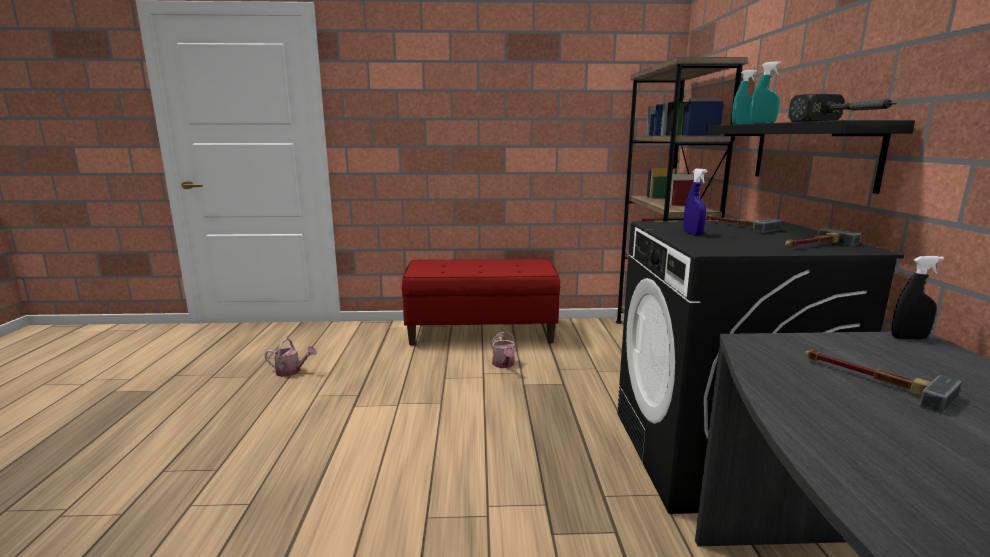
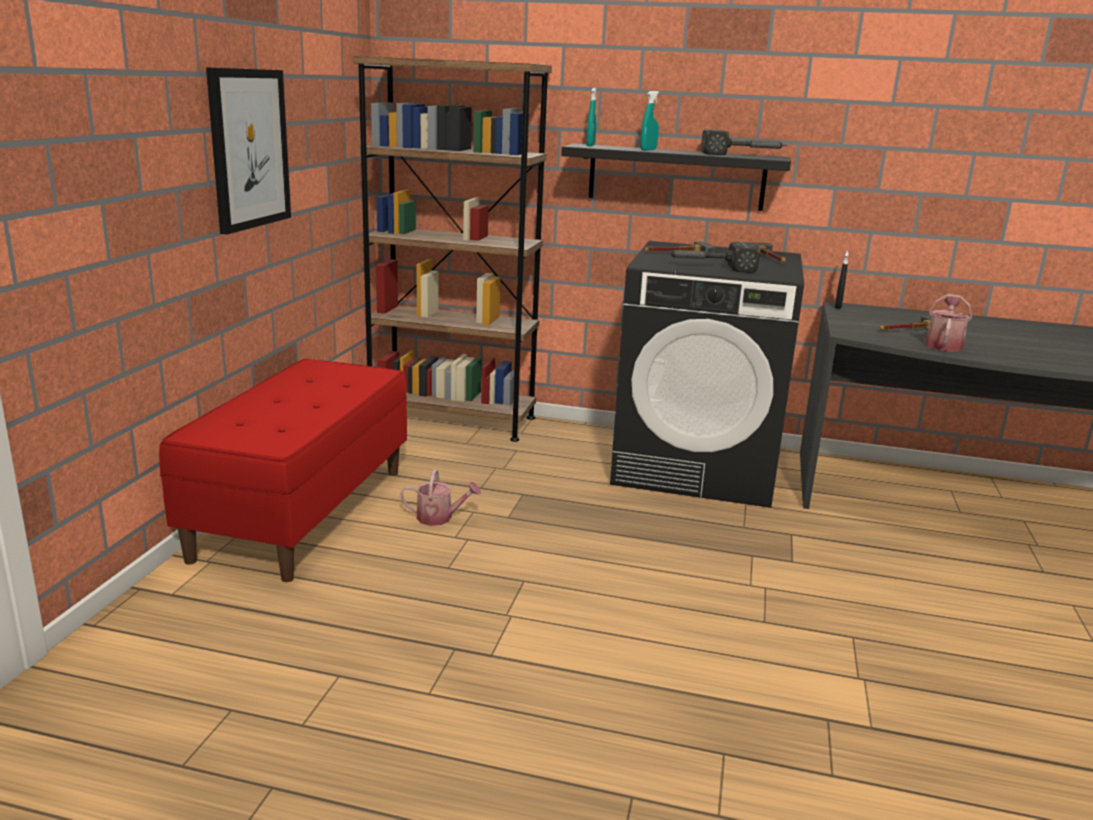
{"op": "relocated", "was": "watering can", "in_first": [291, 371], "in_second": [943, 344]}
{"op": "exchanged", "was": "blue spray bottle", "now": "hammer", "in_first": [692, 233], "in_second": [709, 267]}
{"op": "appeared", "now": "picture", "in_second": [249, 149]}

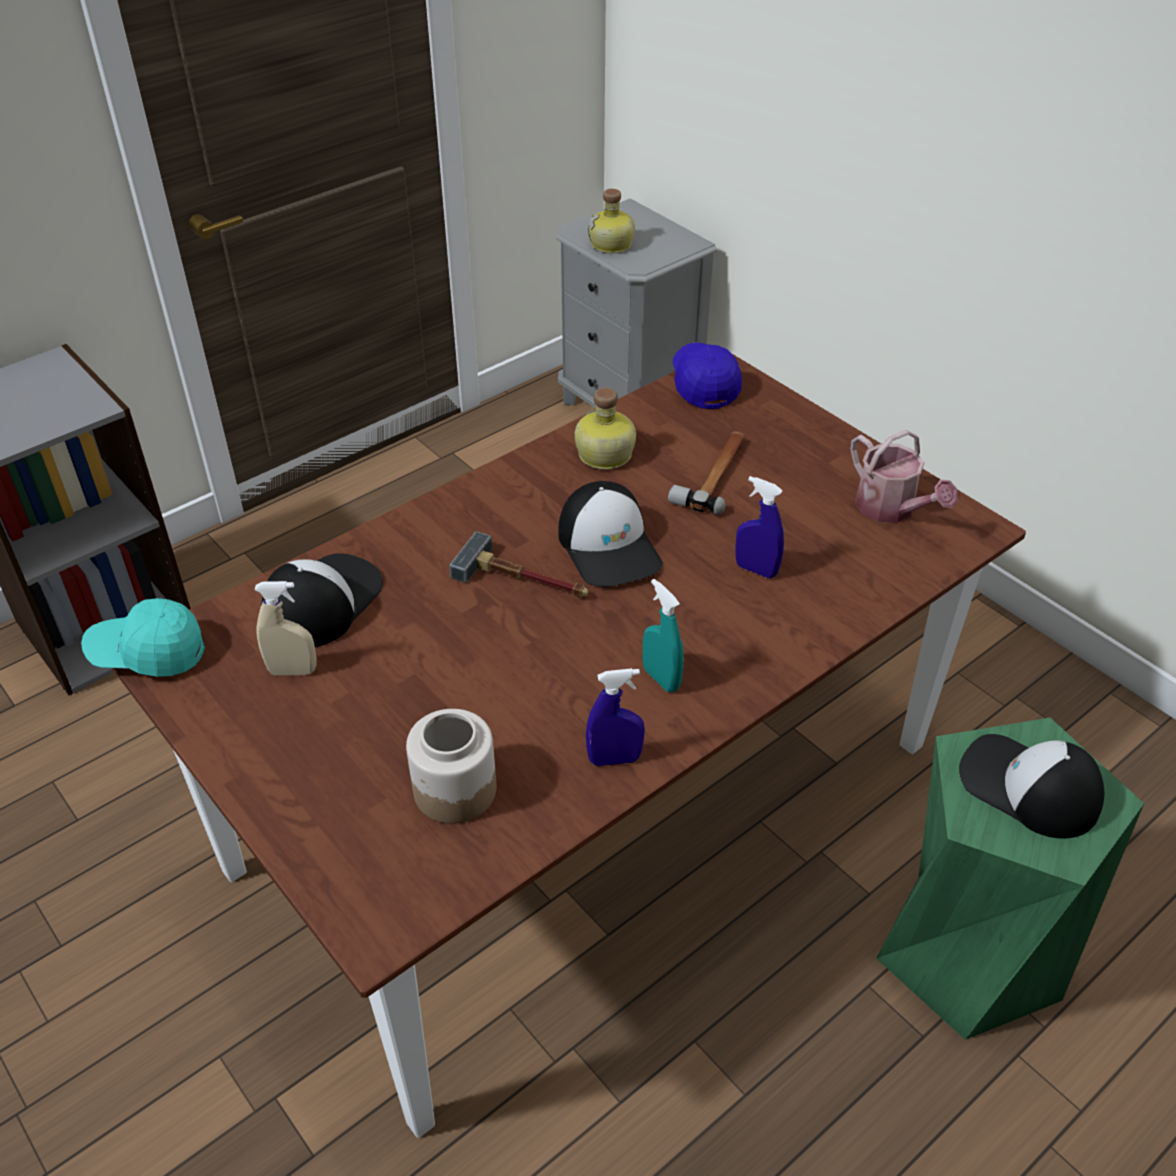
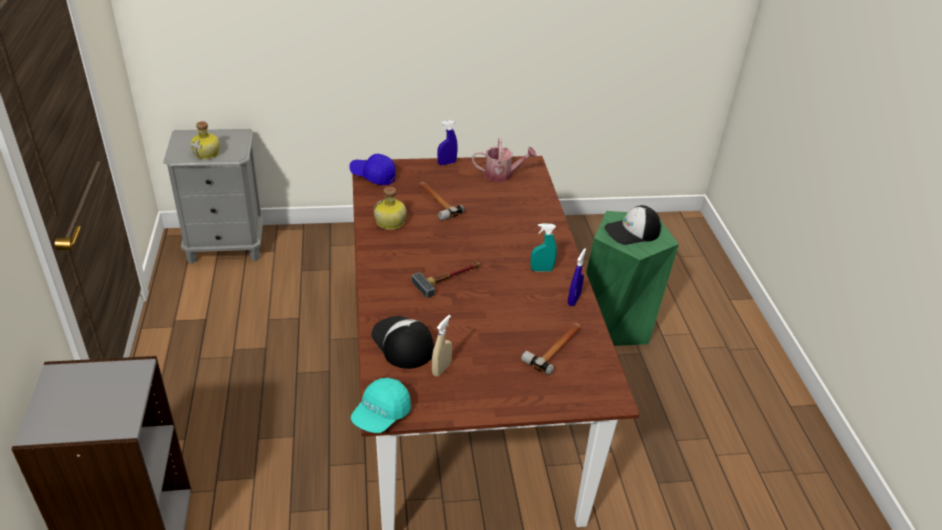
{"op": "exchanged", "was": "jar", "now": "hammer", "in_first": [454, 789], "in_second": [555, 348]}
{"op": "missing", "was": "cap", "in_first": [610, 546]}
{"op": "relocated", "was": "blue spray bottle", "in_first": [756, 570], "in_second": [446, 163]}

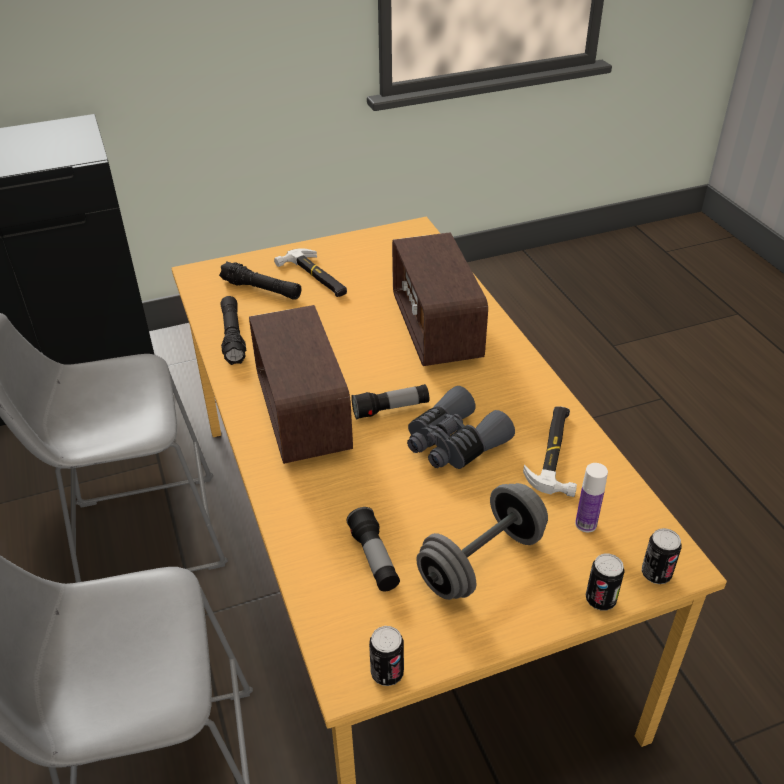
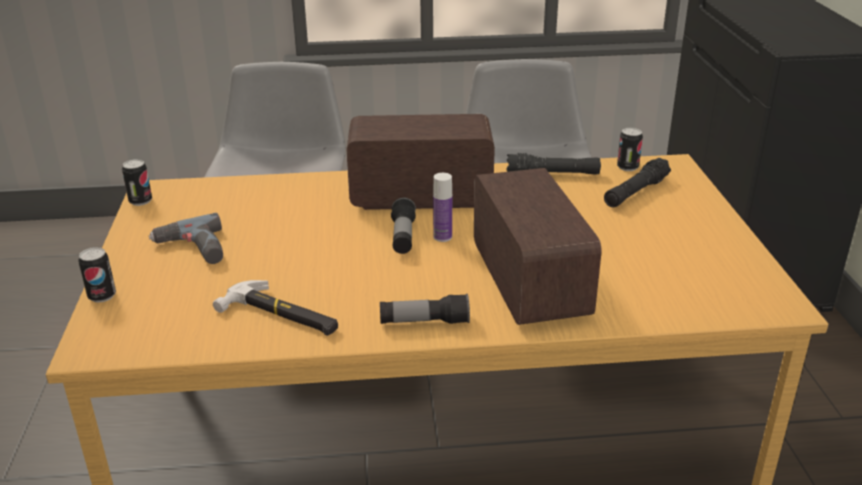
{"op": "missing", "was": "hammer", "in_first": [315, 277]}
{"op": "relocated", "was": "flashlight", "in_first": [374, 558], "in_second": [424, 322]}
{"op": "spun", "was": "radio", "in_first": [436, 329], "in_second": [528, 282], "clockwise": 75}
{"op": "missing", "was": "grey binoculars", "in_first": [454, 443]}
{"op": "exchanged", "was": "grey dumbbell", "now": "power drill", "in_first": [481, 561], "in_second": [192, 250]}
{"op": "relocated", "was": "bottle", "in_first": [586, 524], "in_second": [442, 237]}
{"op": "relocated", "was": "can", "in_first": [656, 574], "in_second": [627, 167]}

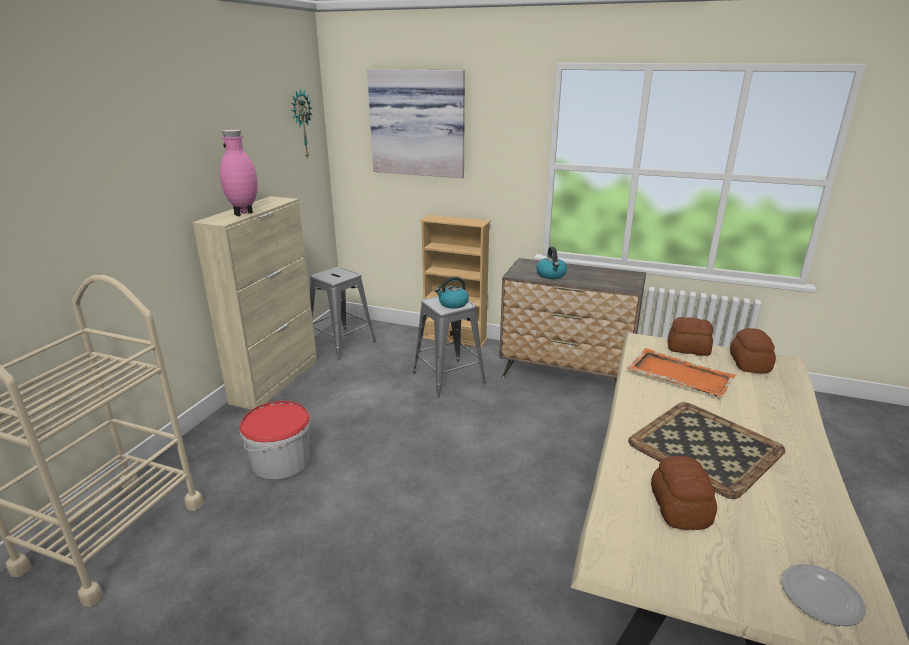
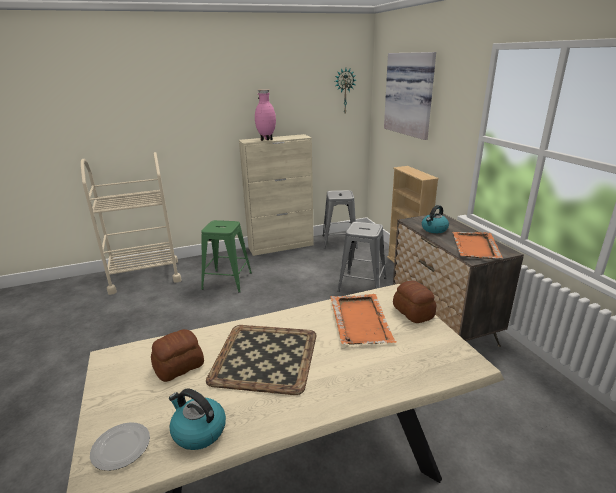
{"op": "exchanged", "was": "bucket", "now": "green stool", "in_first": [281, 460], "in_second": [227, 281]}
{"op": "relocated", "was": "kettle", "in_first": [453, 304], "in_second": [198, 431]}
{"op": "missing", "was": "bread", "in_first": [750, 363]}
{"op": "appeared", "now": "orange tray", "in_second": [475, 247]}

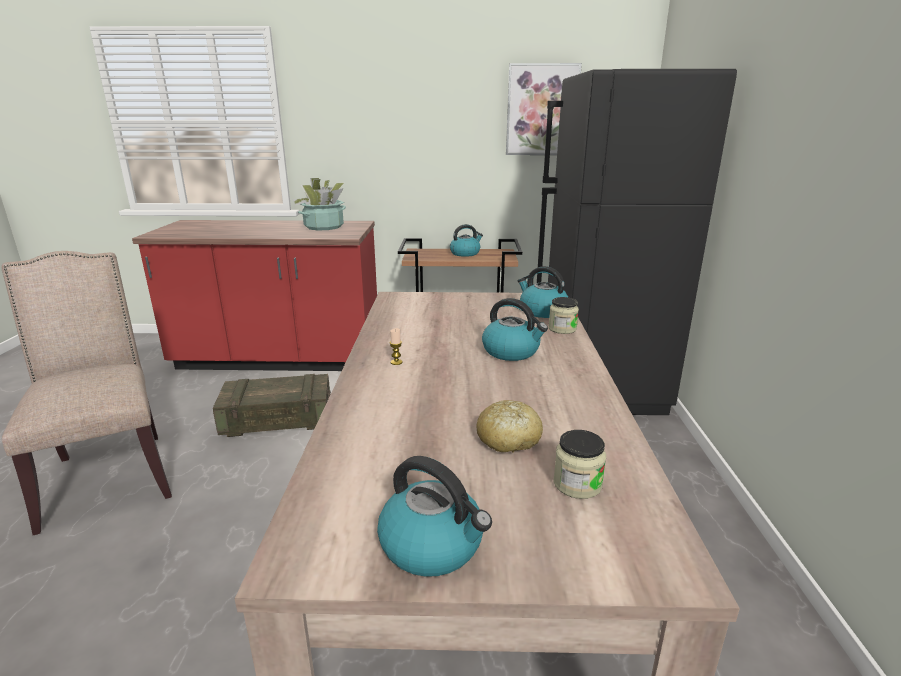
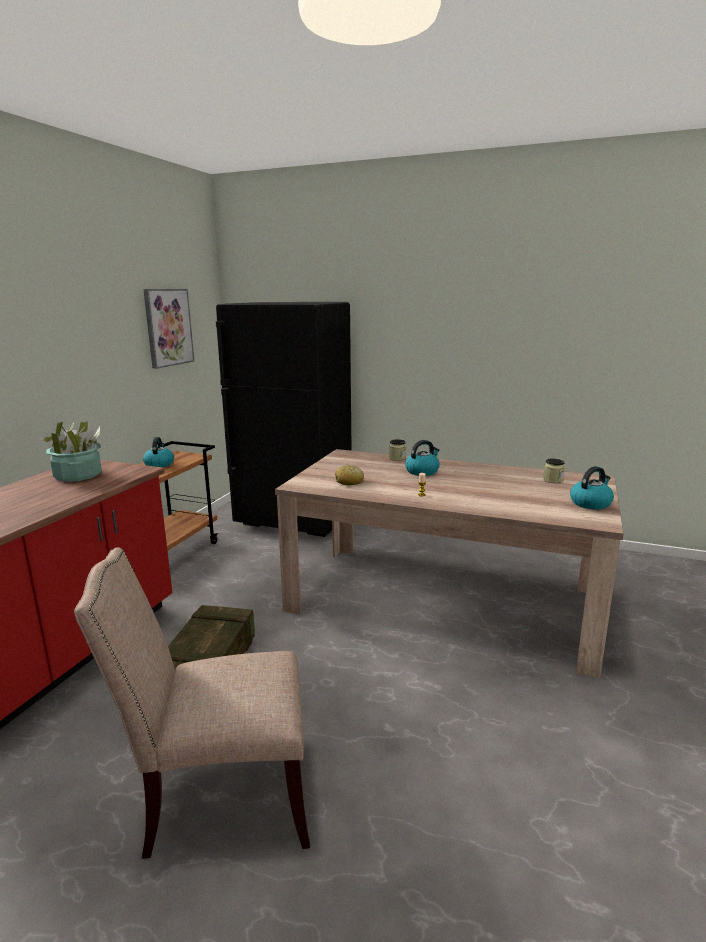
{"op": "relocated", "was": "bread", "in_first": [508, 438], "in_second": [349, 482]}
{"op": "missing", "was": "kettle", "in_first": [542, 311]}

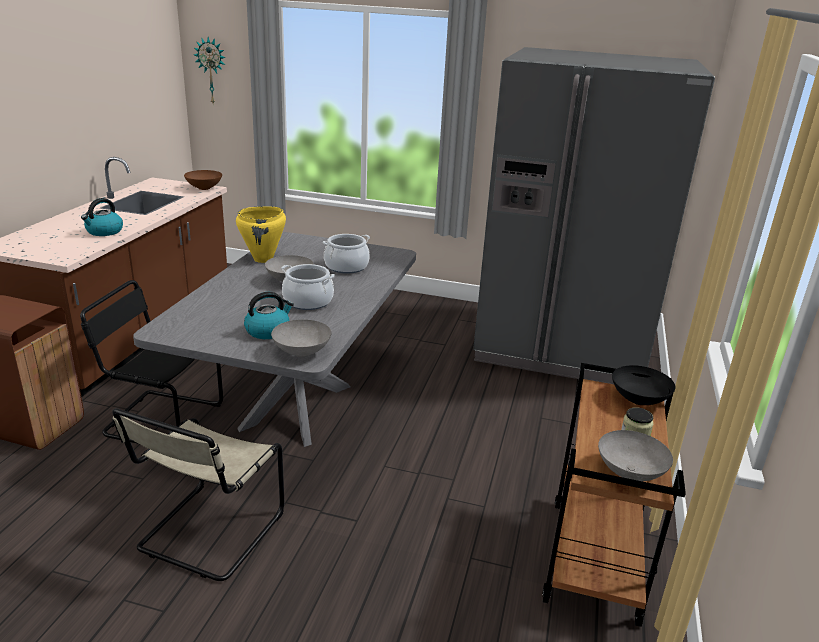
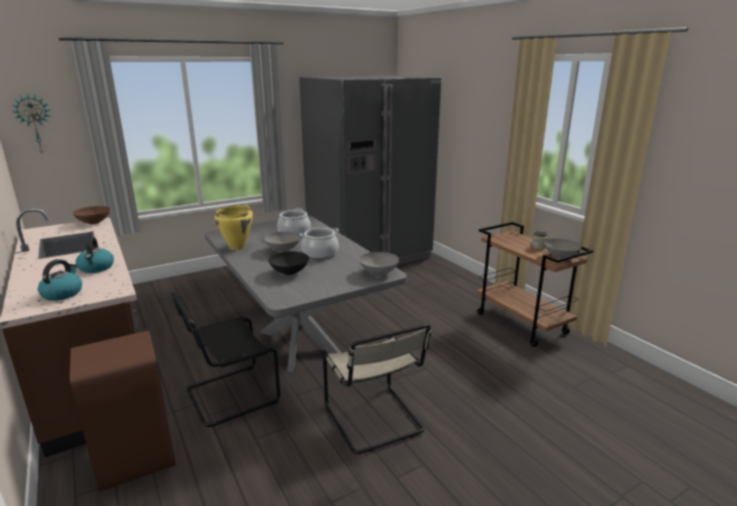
{"op": "relocated", "was": "kettle", "in_first": [268, 331], "in_second": [63, 293]}
{"op": "relocated", "was": "black bowl", "in_first": [639, 400], "in_second": [290, 272]}

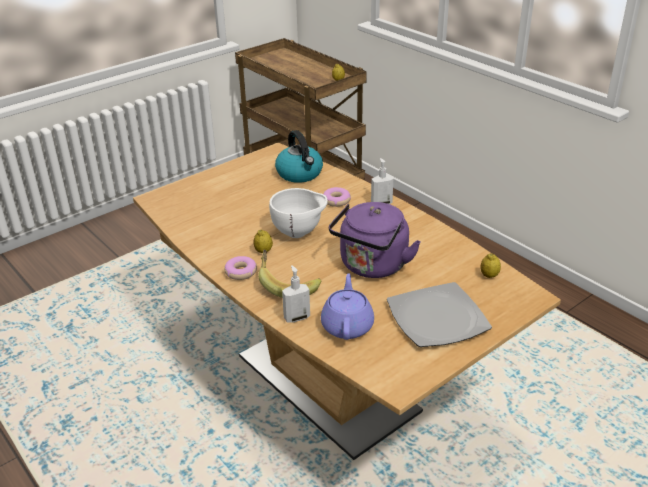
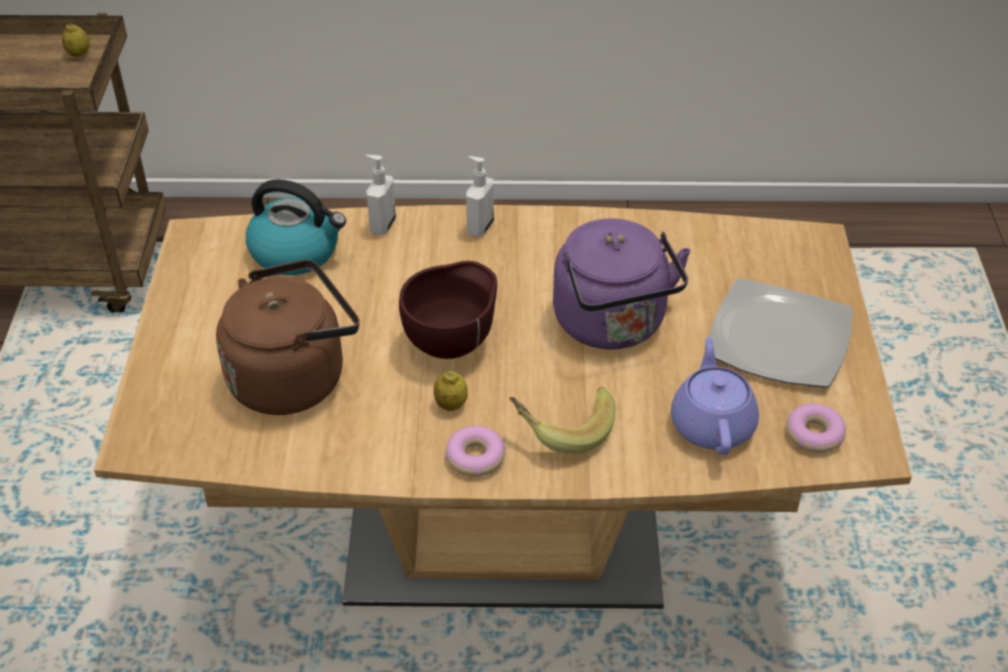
{"op": "colour", "was": "white bowl", "now": "brown bowl", "in_first": [299, 233], "in_second": [452, 344]}
{"op": "relocated", "was": "soap dispenser", "in_first": [296, 317], "in_second": [382, 225]}
{"op": "spun", "was": "purple teapot", "in_first": [347, 325], "in_second": [712, 424], "clockwise": 45}
{"op": "relocated", "was": "donut", "in_first": [336, 201], "in_second": [814, 434]}
{"op": "missing", "was": "lemon", "in_first": [489, 275]}
{"op": "appeared", "now": "brown kettle", "in_second": [293, 377]}

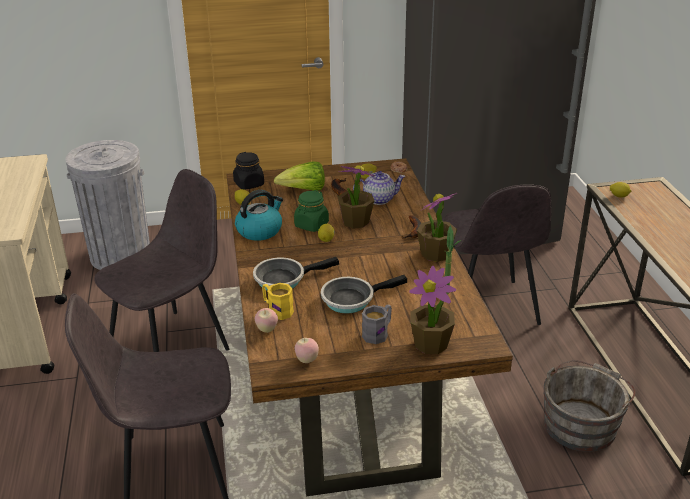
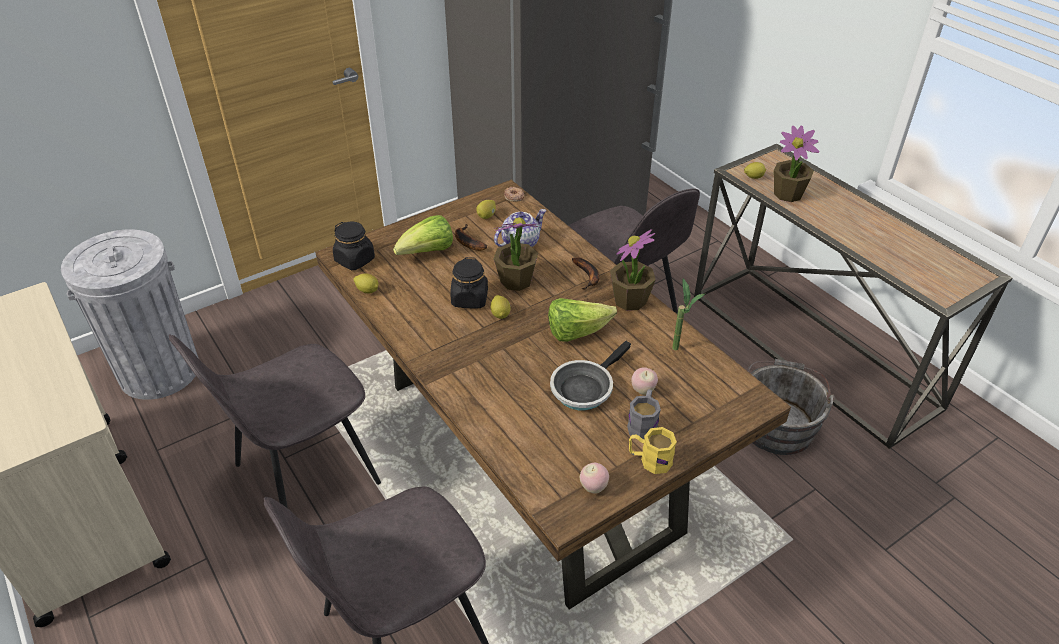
{"op": "spun", "was": "grey chair", "in_first": [172, 347], "in_second": [303, 476], "clockwise": -150}
{"op": "missing", "was": "kettle", "in_first": [260, 230]}
{"op": "missing", "was": "frying pan", "in_first": [283, 279]}
{"op": "relocated", "was": "apple", "in_first": [267, 329], "in_second": [643, 390]}
{"op": "relocated", "was": "yellow mug", "in_first": [277, 310], "in_second": [649, 460]}
{"op": "colour", "was": "green jar", "now": "black jar", "in_first": [311, 225], "in_second": [470, 299]}
{"op": "relocated", "was": "potted plant", "in_first": [431, 344], "in_second": [788, 194]}
{"op": "appeared", "now": "lettuce", "in_second": [576, 332]}

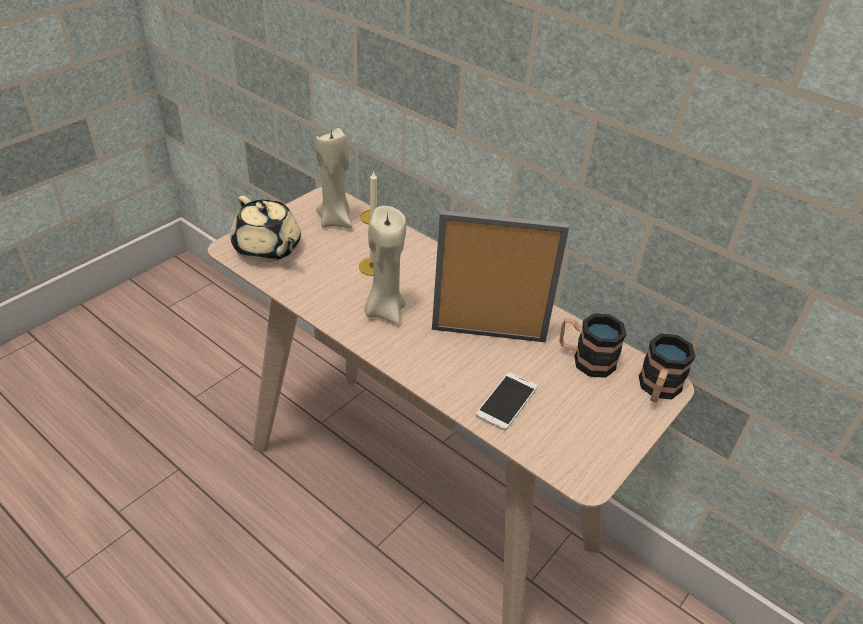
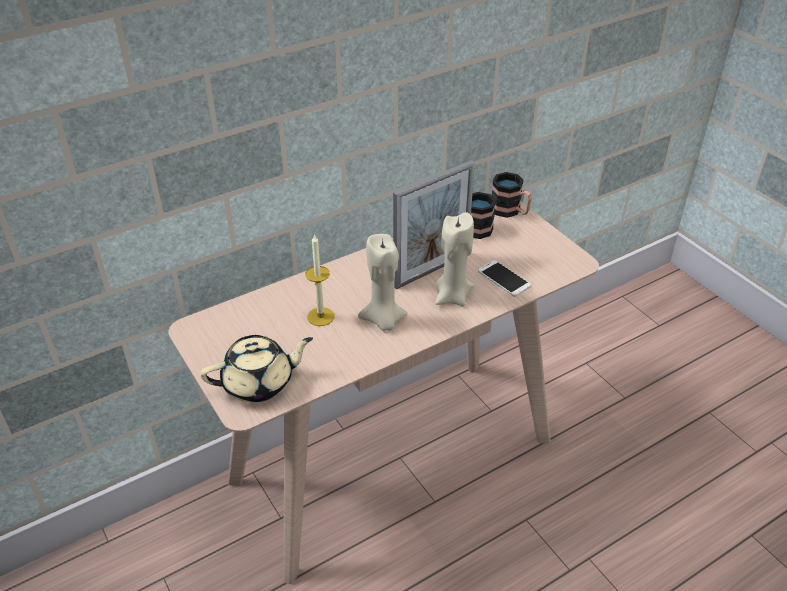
{"op": "relocated", "was": "beige candle", "in_first": [335, 220], "in_second": [452, 297]}
{"op": "spun", "was": "picture frame", "in_first": [488, 333], "in_second": [431, 270], "clockwise": -150}

